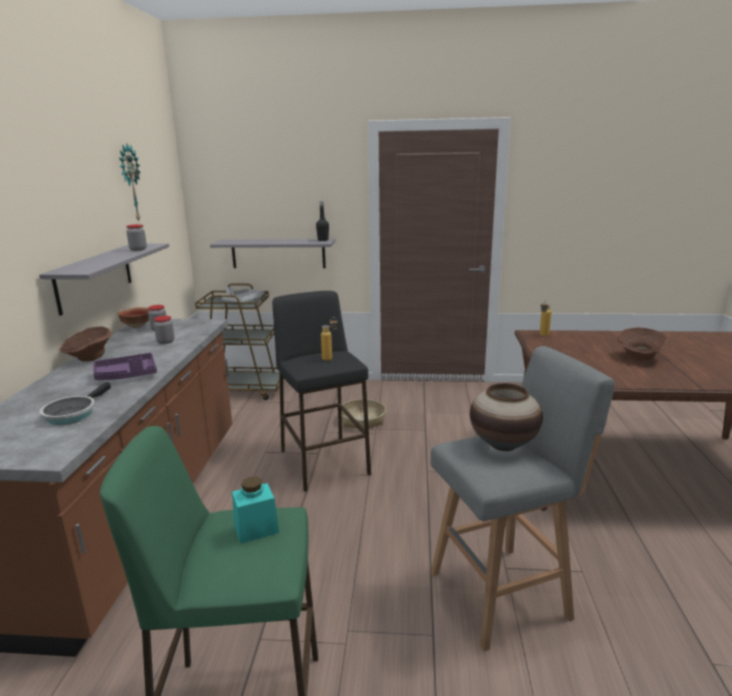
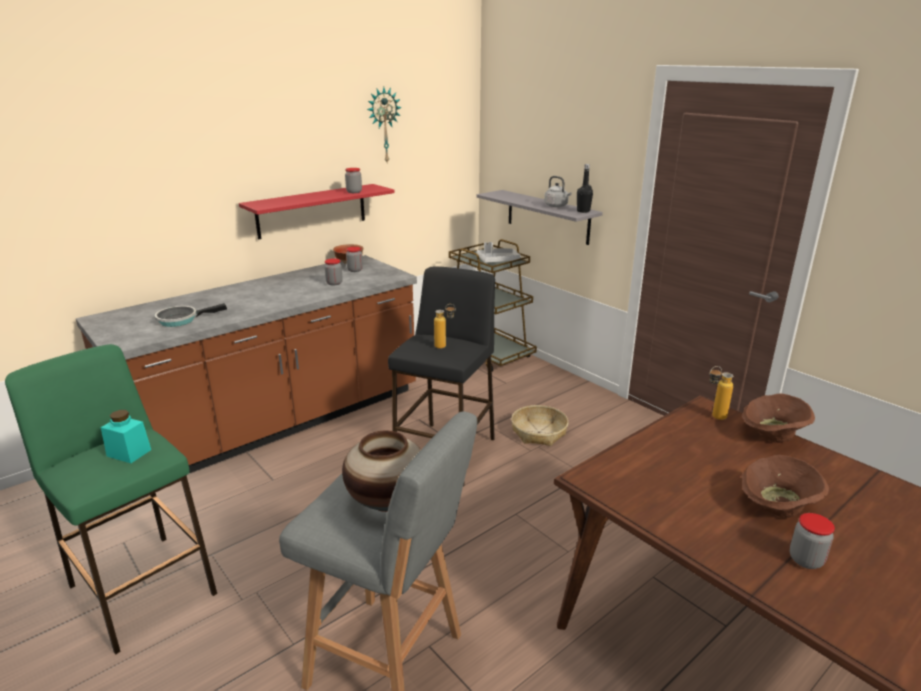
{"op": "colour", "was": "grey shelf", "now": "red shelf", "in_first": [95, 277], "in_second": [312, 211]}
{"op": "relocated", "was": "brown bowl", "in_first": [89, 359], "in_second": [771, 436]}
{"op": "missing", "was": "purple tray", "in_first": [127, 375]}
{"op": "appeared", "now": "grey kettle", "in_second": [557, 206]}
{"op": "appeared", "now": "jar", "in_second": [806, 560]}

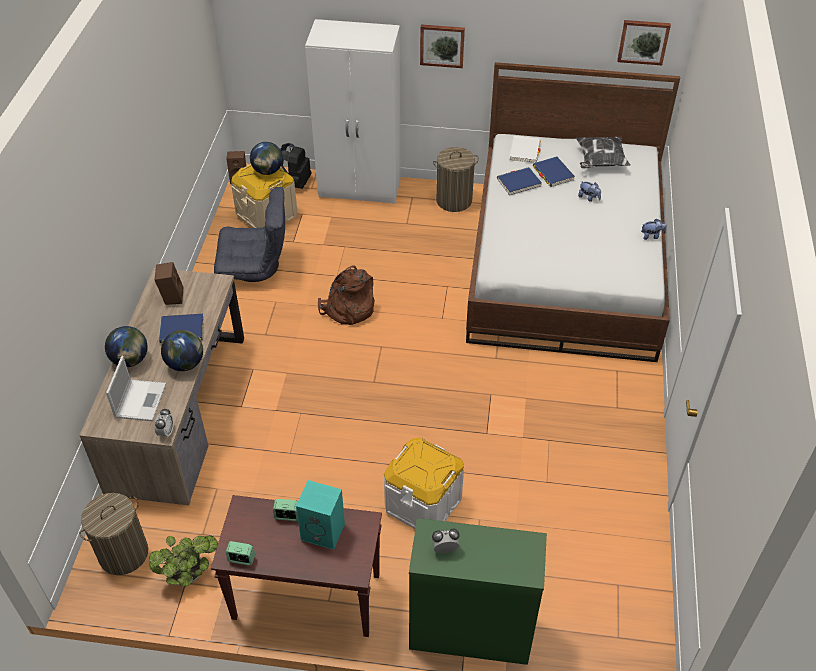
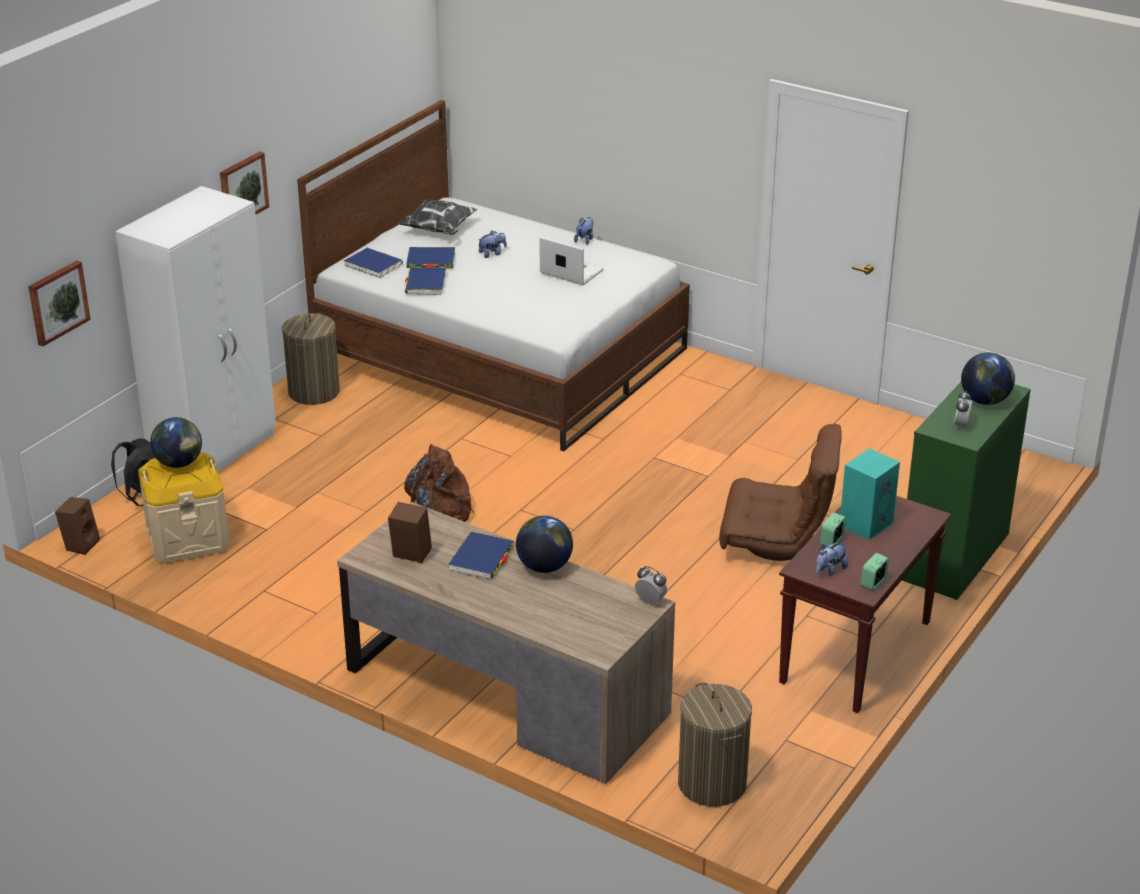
{"op": "relocated", "was": "globe", "in_first": [130, 360], "in_second": [985, 400]}
{"op": "relocated", "was": "laptop", "in_first": [140, 399], "in_second": [570, 272]}
{"op": "missing", "was": "potted plant", "in_first": [189, 574]}
{"op": "missing", "was": "grey armchair", "in_first": [255, 267]}
{"op": "exchanged", "was": "white storage box", "now": "brown armchair", "in_first": [423, 503], "in_second": [777, 542]}
{"op": "colour", "was": "white book", "now": "blue book", "in_first": [524, 151], "in_second": [373, 265]}
{"op": "relocated", "was": "picture", "in_first": [643, 41], "in_second": [57, 302]}
{"op": "appeared", "now": "plush toy", "in_second": [829, 570]}

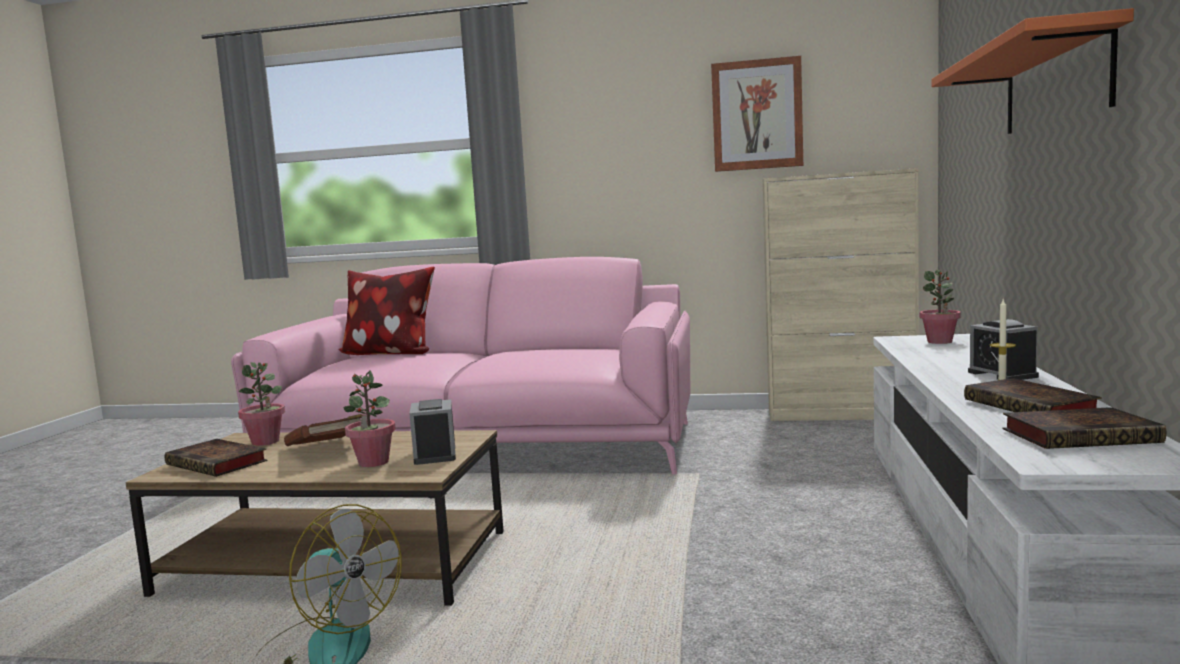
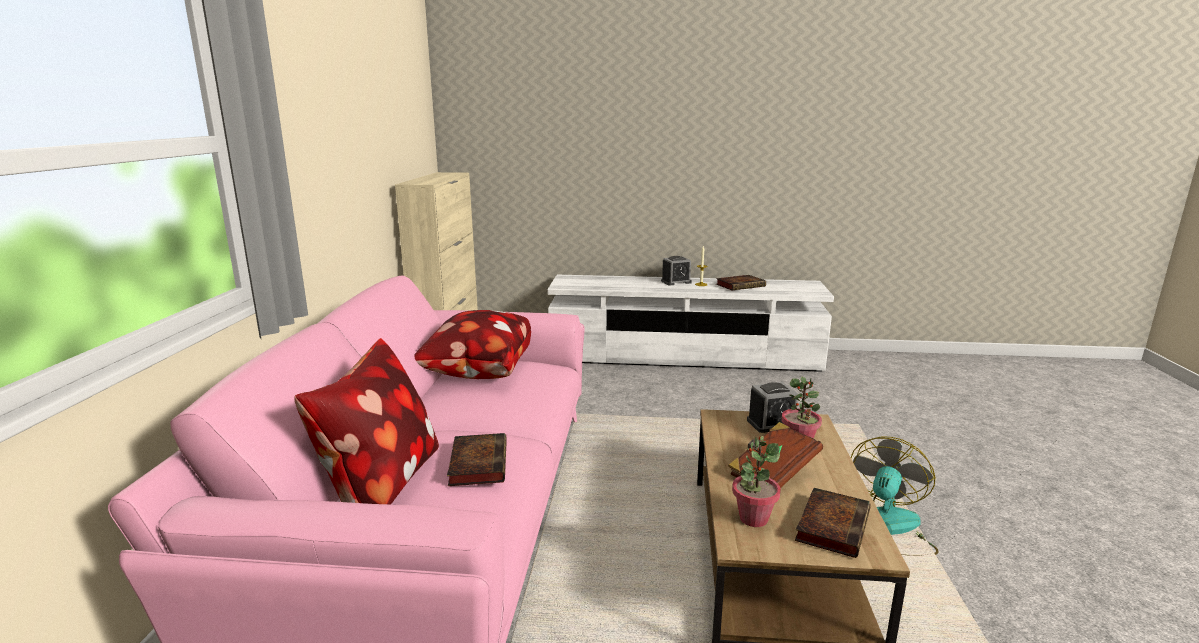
{"op": "missing", "was": "picture", "in_first": [757, 115]}
{"op": "missing", "was": "potted plant", "in_first": [940, 342]}
{"op": "missing", "was": "orange shelf", "in_first": [1055, 84]}
{"op": "relocated", "was": "book", "in_first": [1082, 436], "in_second": [478, 463]}
{"op": "appeared", "now": "pillow", "in_second": [476, 373]}

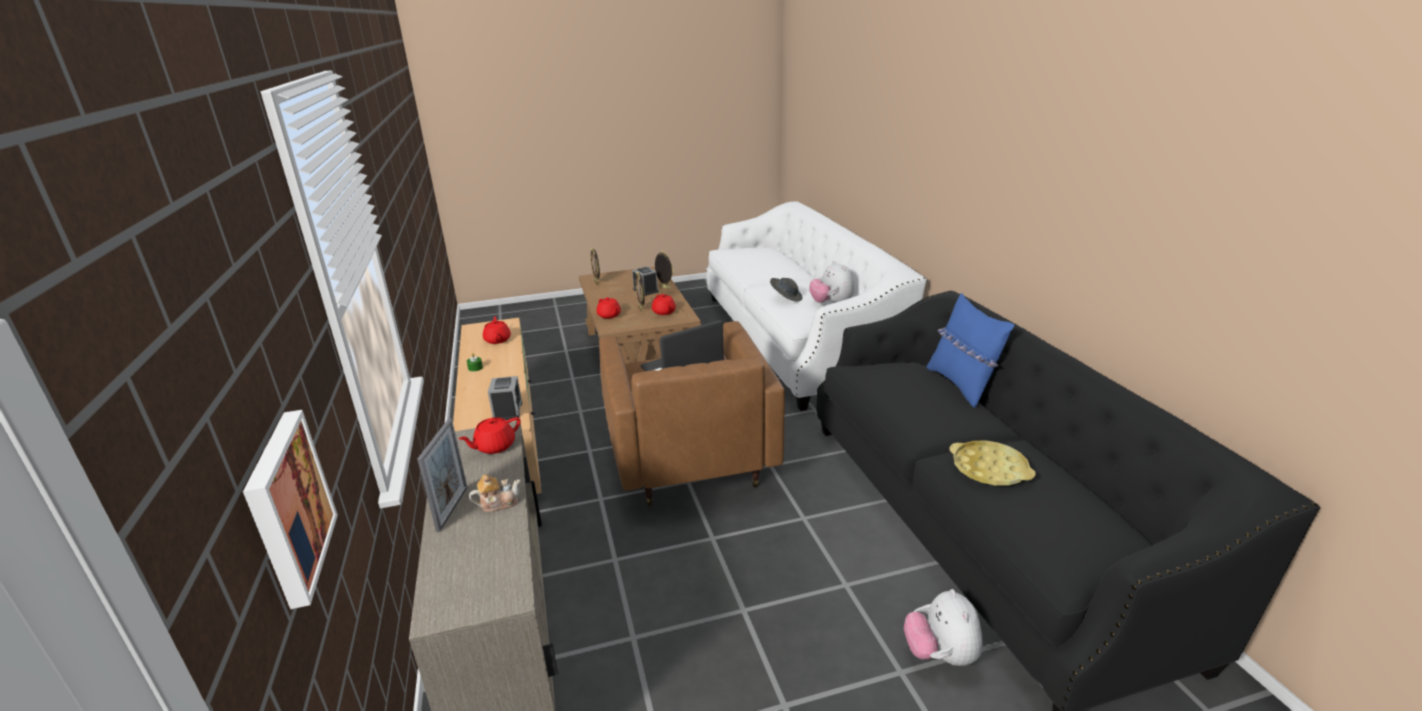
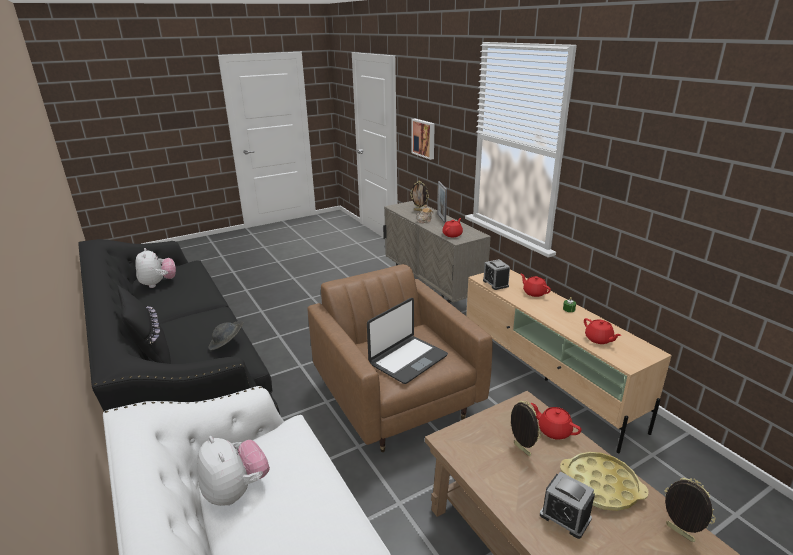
{"op": "relocated", "was": "red teapot", "in_first": [664, 312], "in_second": [534, 292]}
{"op": "relocated", "was": "picture frame", "in_first": [664, 287], "in_second": [419, 210]}
{"op": "relocated", "was": "grey hat", "in_first": [786, 298], "in_second": [227, 344]}
{"op": "relocated", "was": "plush toy", "in_first": [940, 655], "in_second": [158, 284]}
{"op": "colour", "was": "blue pillow", "now": "black pillow", "in_first": [961, 385], "in_second": [152, 358]}
{"op": "relocated", "was": "yellow tray", "in_first": [989, 469], "in_second": [601, 485]}

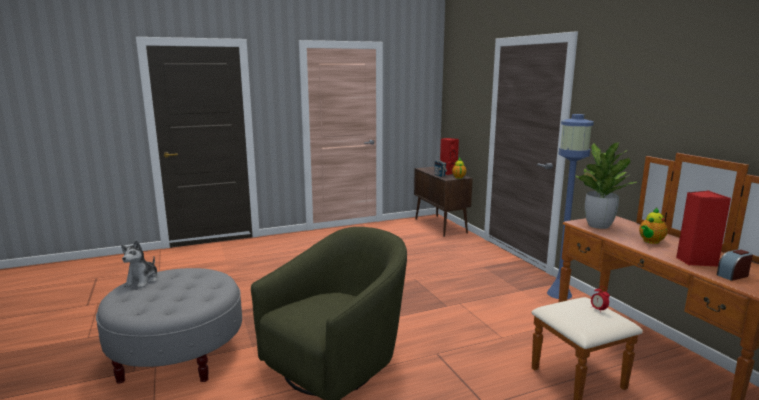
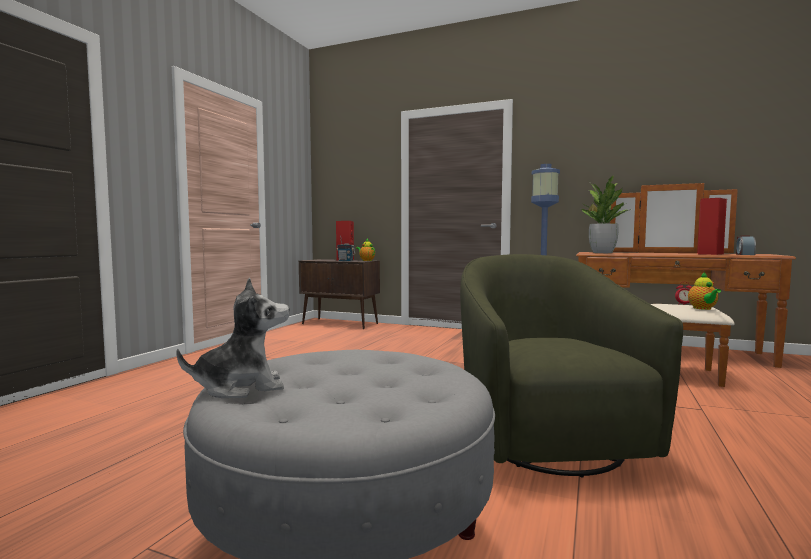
{"op": "spun", "was": "plush toy", "in_first": [143, 281], "in_second": [241, 387], "clockwise": -75}
{"op": "relocated", "was": "teapot", "in_first": [650, 241], "in_second": [703, 308]}

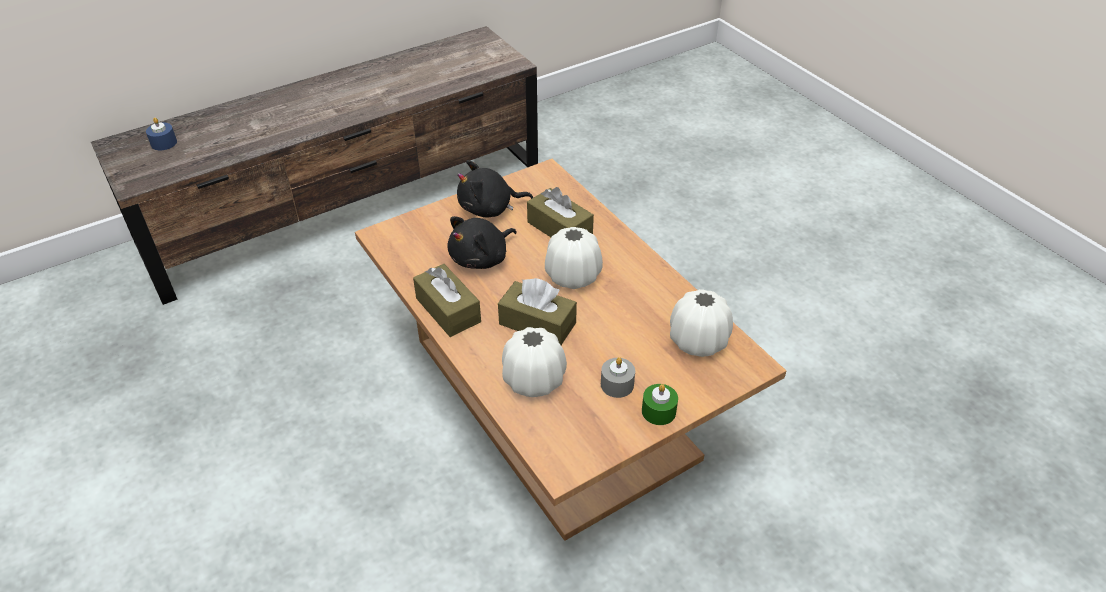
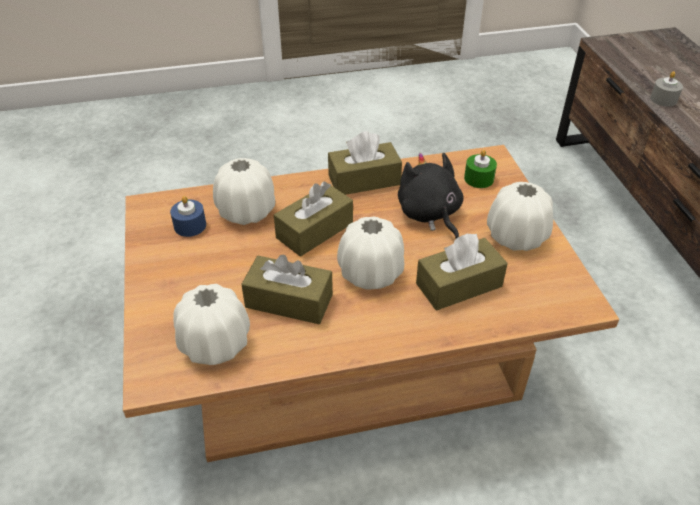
{"op": "relocated", "was": "blue candle", "in_first": [164, 143], "in_second": [190, 226]}
{"op": "exchanged", "was": "black plush toy", "now": "white vase", "in_first": [489, 208], "in_second": [516, 237]}
{"op": "relocated", "was": "grey candle", "in_first": [617, 384], "in_second": [663, 99]}
{"op": "relocated", "was": "green candle", "in_first": [658, 411], "in_second": [479, 178]}
{"op": "appeared", "now": "brown tissue box", "in_second": [289, 301]}

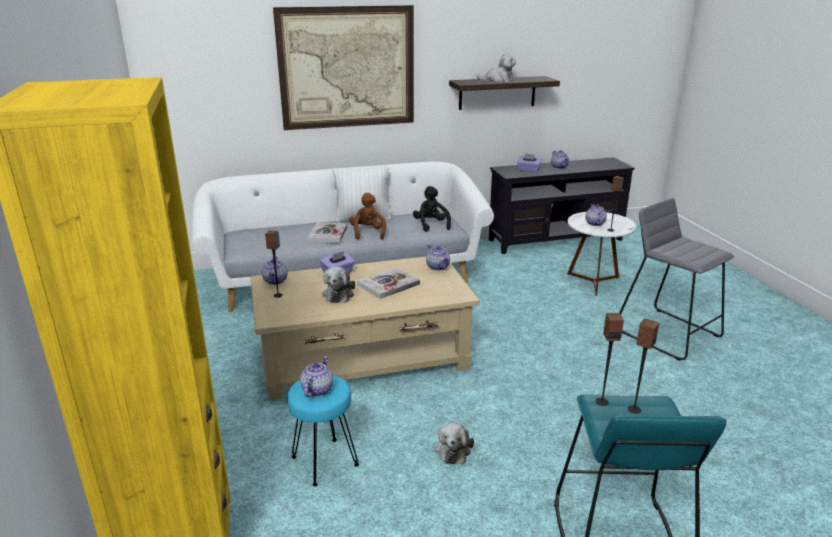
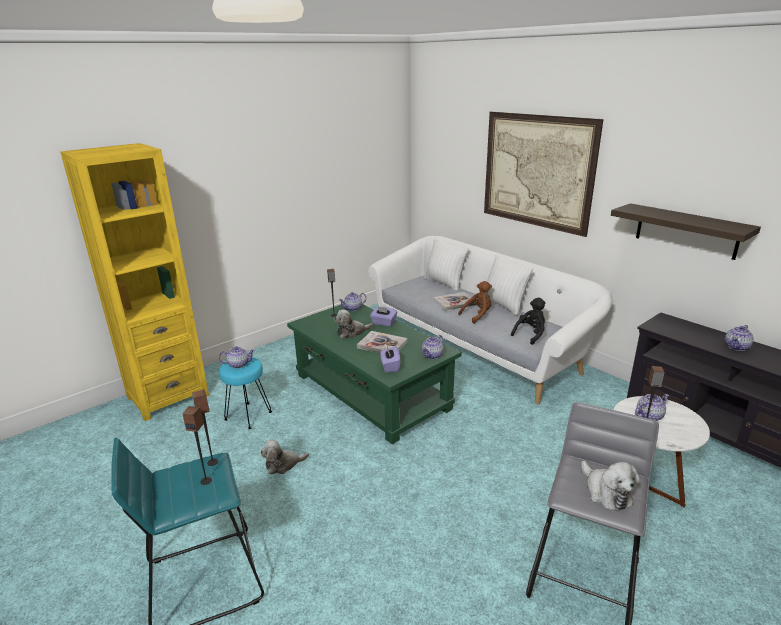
{"op": "colour", "was": "beige coffee table", "now": "green coffee table", "in_first": [364, 357], "in_second": [371, 392]}
{"op": "relocated", "was": "plush toy", "in_first": [498, 80], "in_second": [606, 492]}
{"op": "relocated", "was": "purple tissue box", "in_first": [528, 170], "in_second": [390, 366]}
{"op": "appeared", "now": "white pillow", "in_second": [444, 283]}

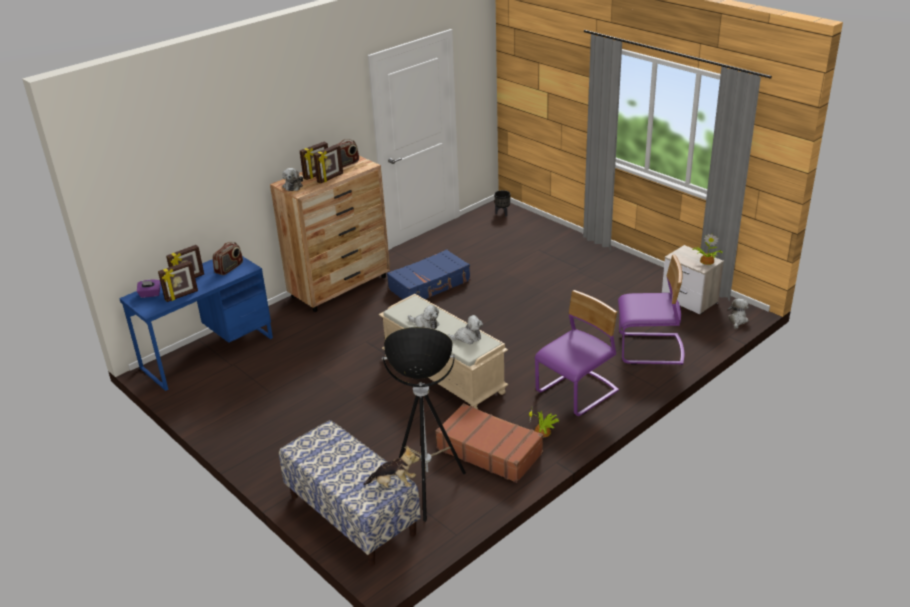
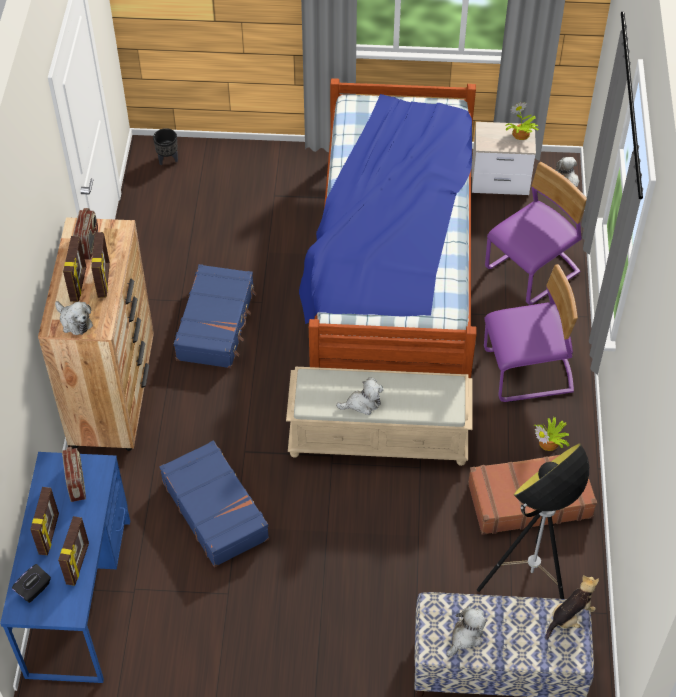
{"op": "colour", "was": "purple tissue box", "now": "black tissue box", "in_first": [150, 294], "in_second": [34, 589]}
{"op": "relocated", "was": "plush toy", "in_first": [467, 338], "in_second": [465, 636]}
{"op": "spun", "was": "purple chair", "in_first": [577, 393], "in_second": [528, 372], "clockwise": 75}
{"op": "appeared", "now": "blue suitcase", "in_second": [215, 510]}
{"op": "appeared", "now": "bed", "in_second": [392, 276]}

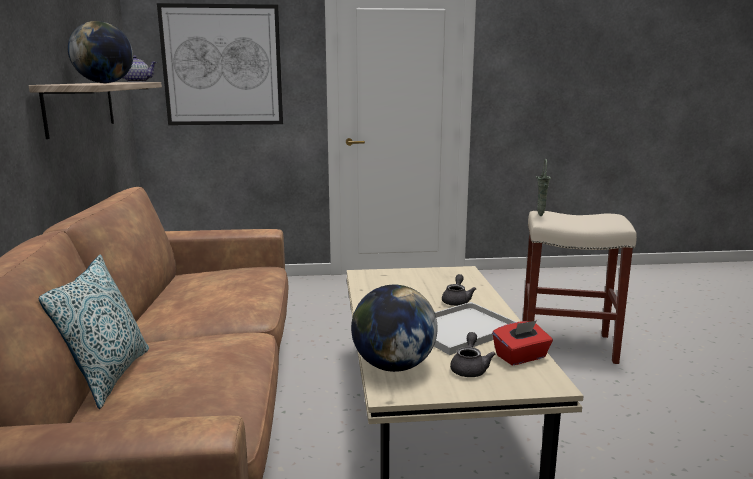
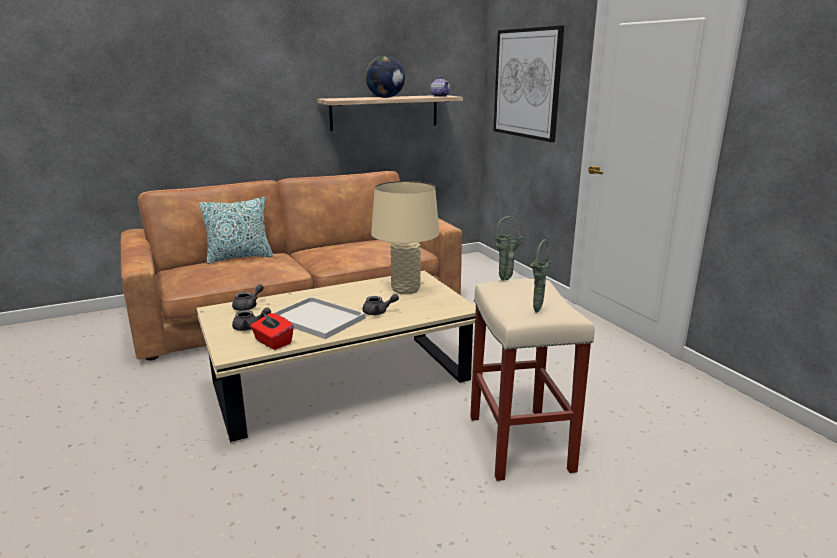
{"op": "exchanged", "was": "globe", "now": "grey teapot", "in_first": [393, 366], "in_second": [248, 306]}
{"op": "appeared", "now": "beige table lamp", "in_second": [405, 289]}
{"op": "appeared", "now": "green vase", "in_second": [538, 310]}

